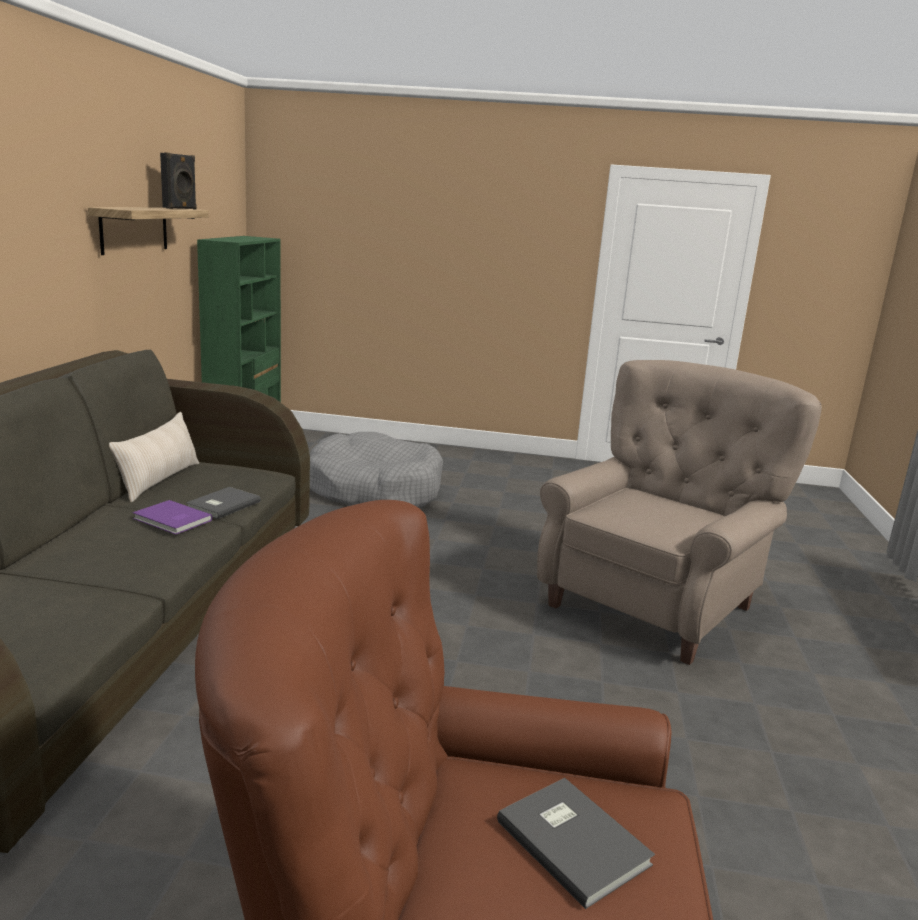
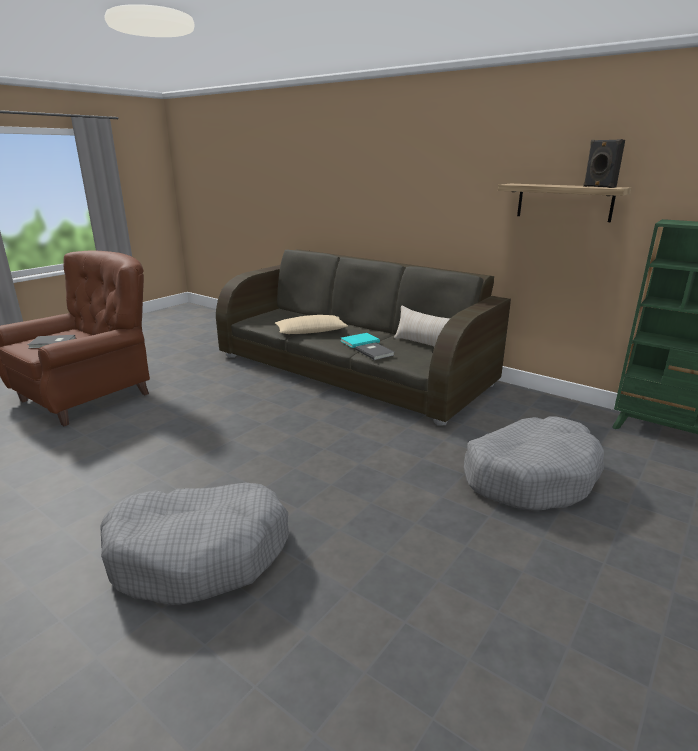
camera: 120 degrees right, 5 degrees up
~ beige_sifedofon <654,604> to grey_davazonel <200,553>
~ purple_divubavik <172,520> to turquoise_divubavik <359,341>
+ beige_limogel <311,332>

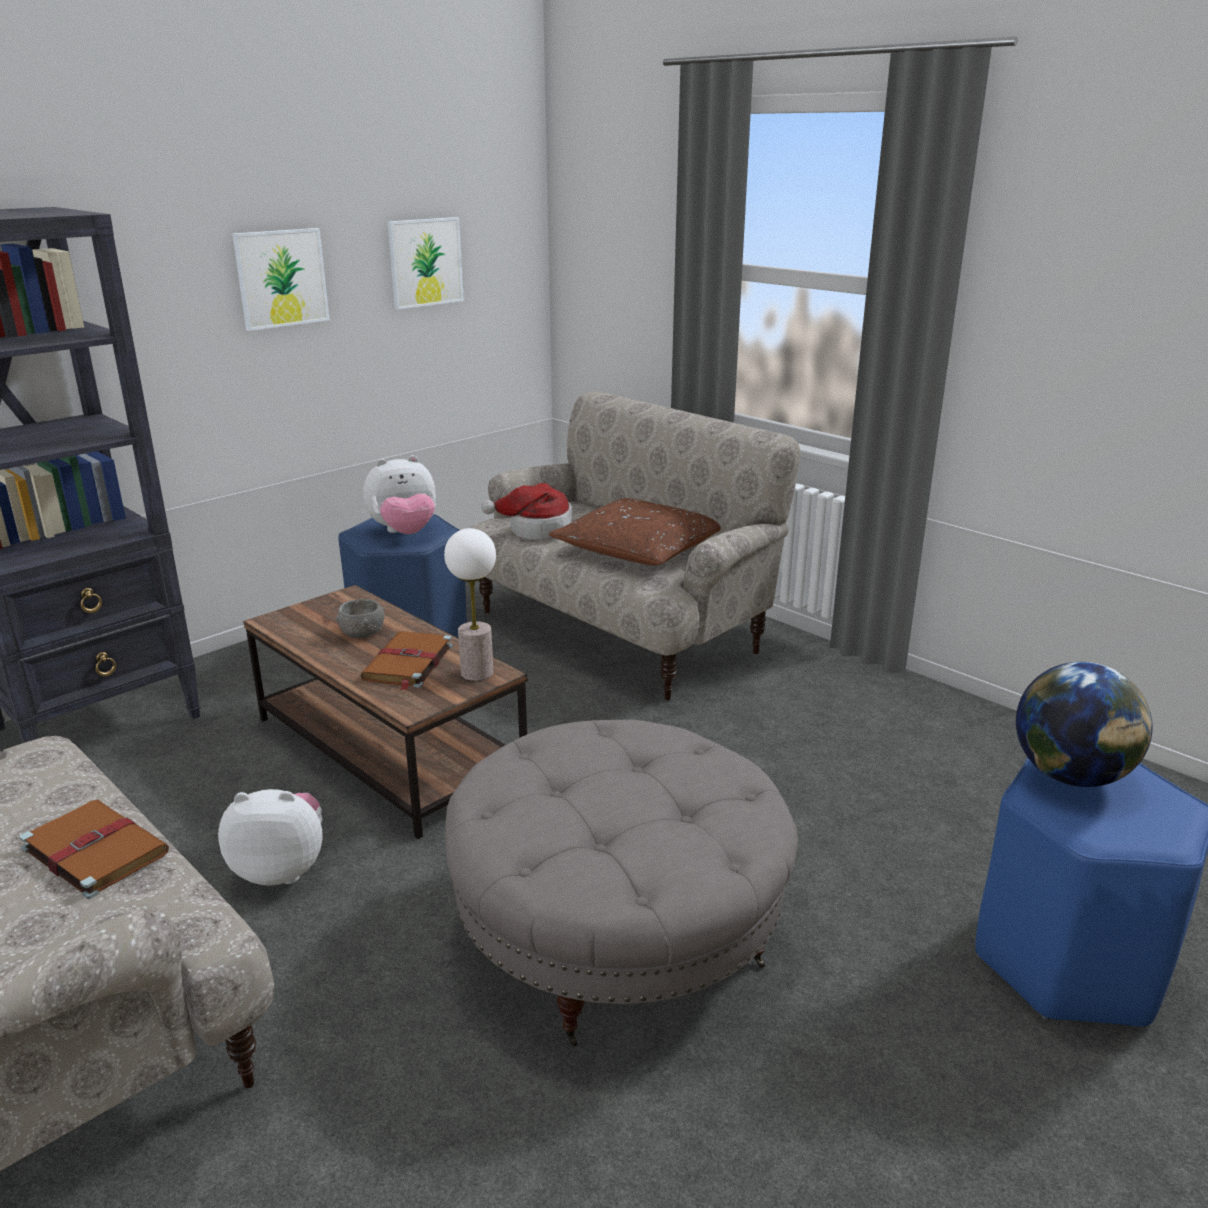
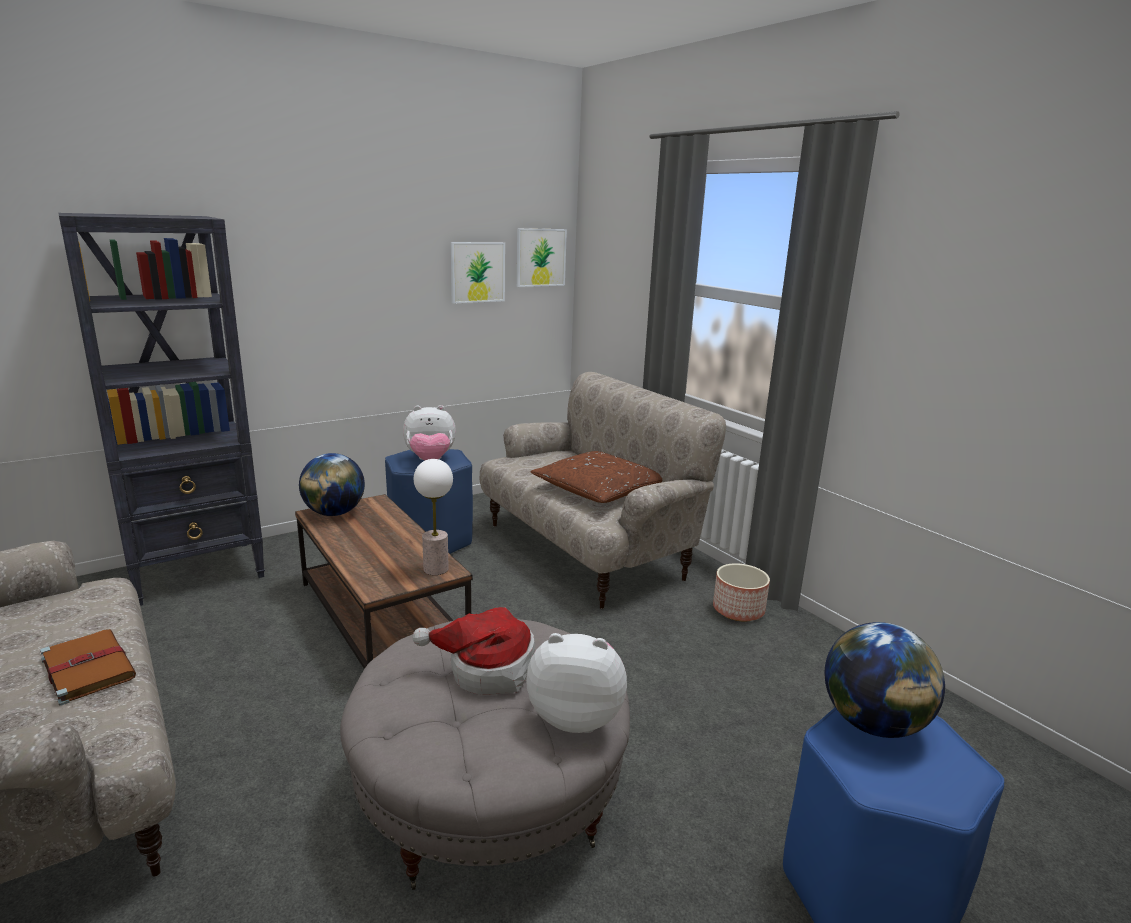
camera: 10 degrees right, 5 degrees down
~ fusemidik <281,278> to <540,257>
~ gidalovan <537,530> to <486,669>
- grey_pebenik <362,633>
- brown_divubavik <408,663>
~ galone <281,869> to <576,716>
+ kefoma <334,513>
+ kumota <739,610>

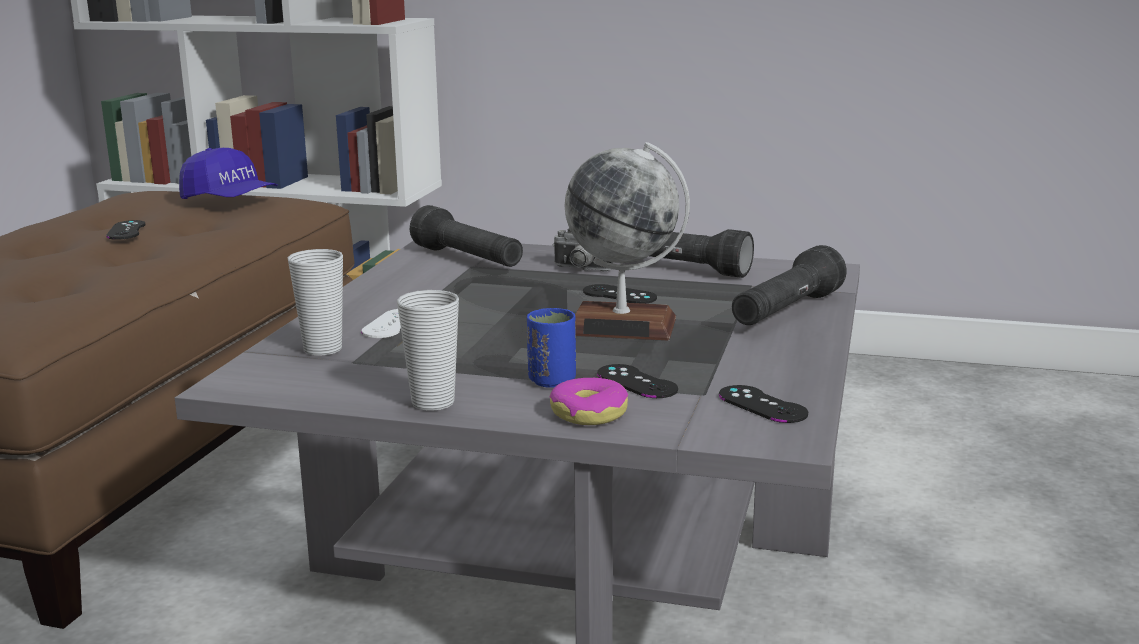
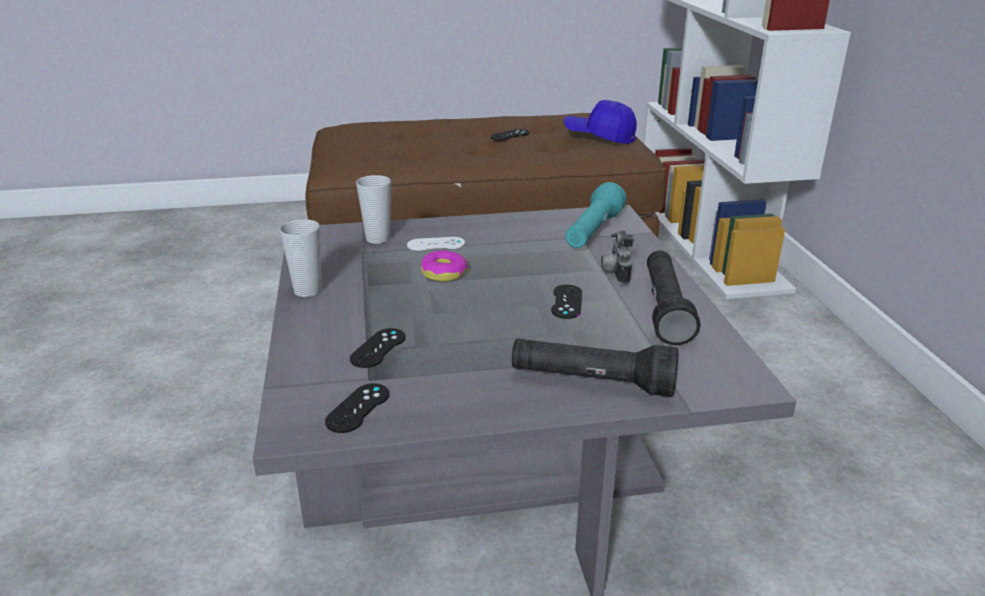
camera: 65 degrees right, 10 degrees up
- kefoma <622,326>
~ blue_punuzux <230,201> = <599,137> 105 degrees clockwise
~ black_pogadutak <468,260> to turquoise_pogadutak <593,232>
- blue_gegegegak <552,381>
~ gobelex <589,413> to <444,273>

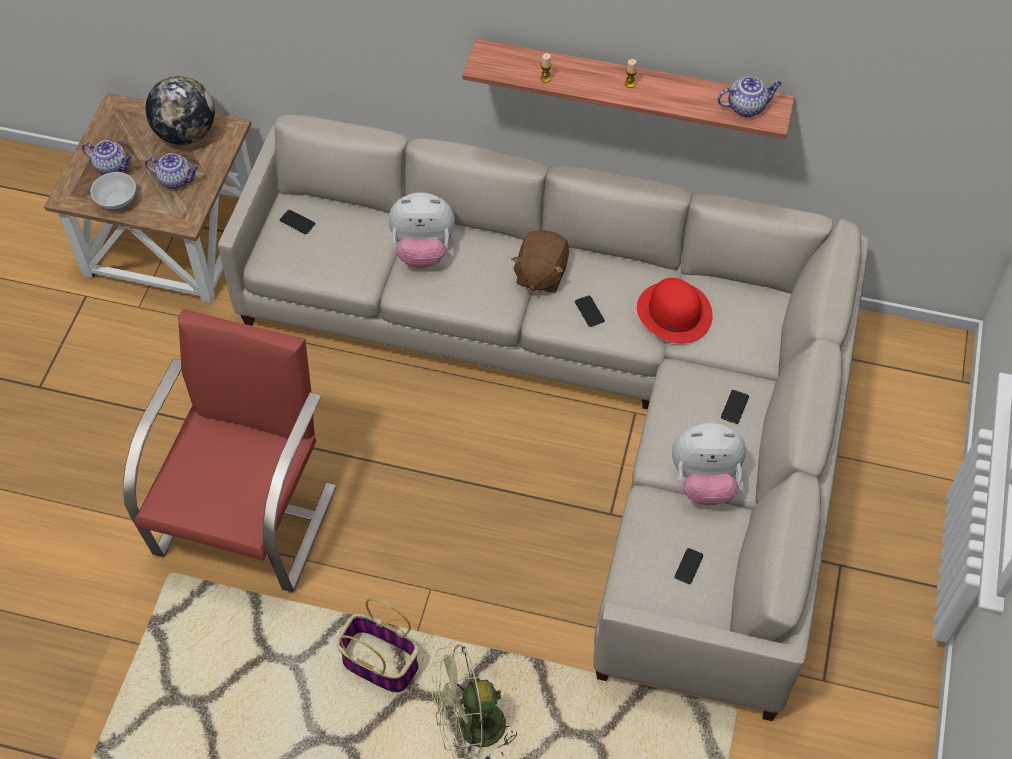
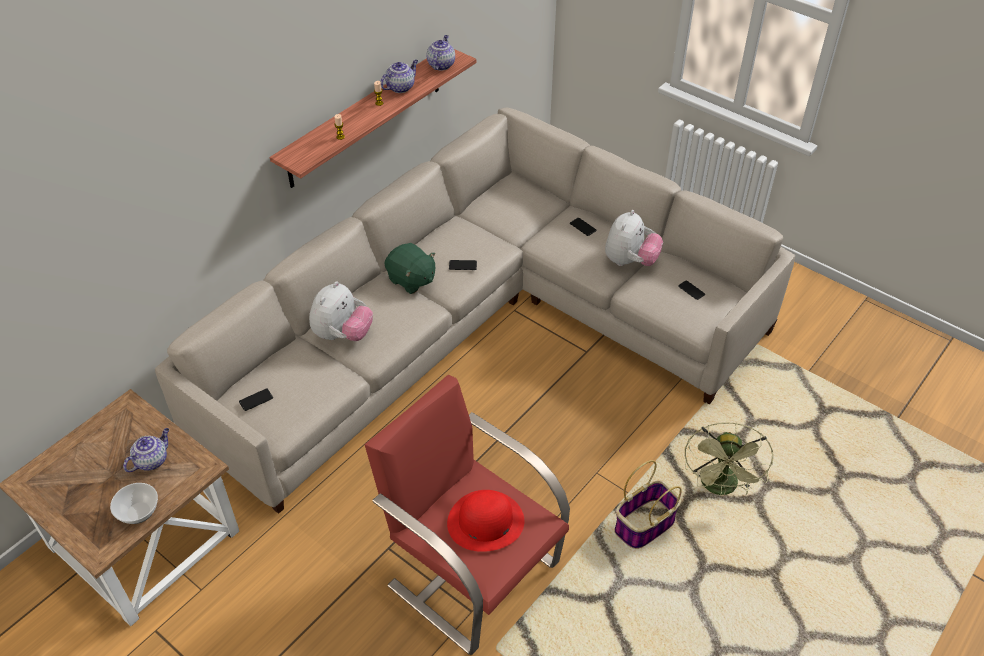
camera: 65 degrees left, 10 degrees down
- kefoma <186,133>
~ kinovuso <112,167> to <400,87>
~ brown_galone <540,274> to green_galone <411,280>
~ red_gidalovan <674,312> to <485,522>

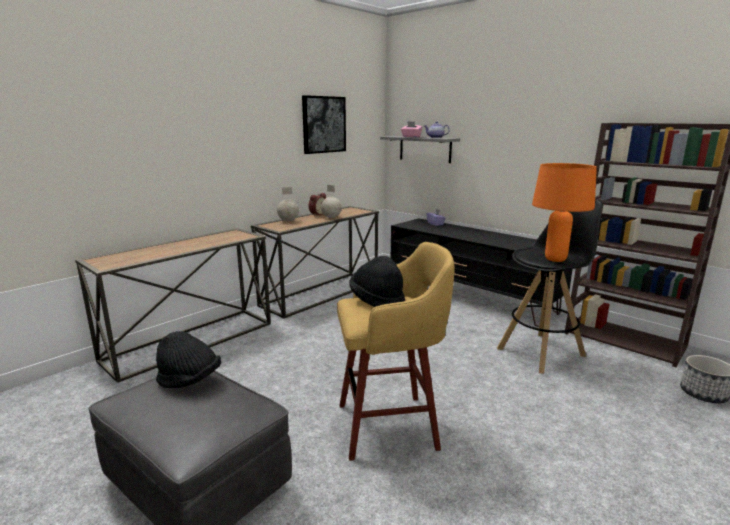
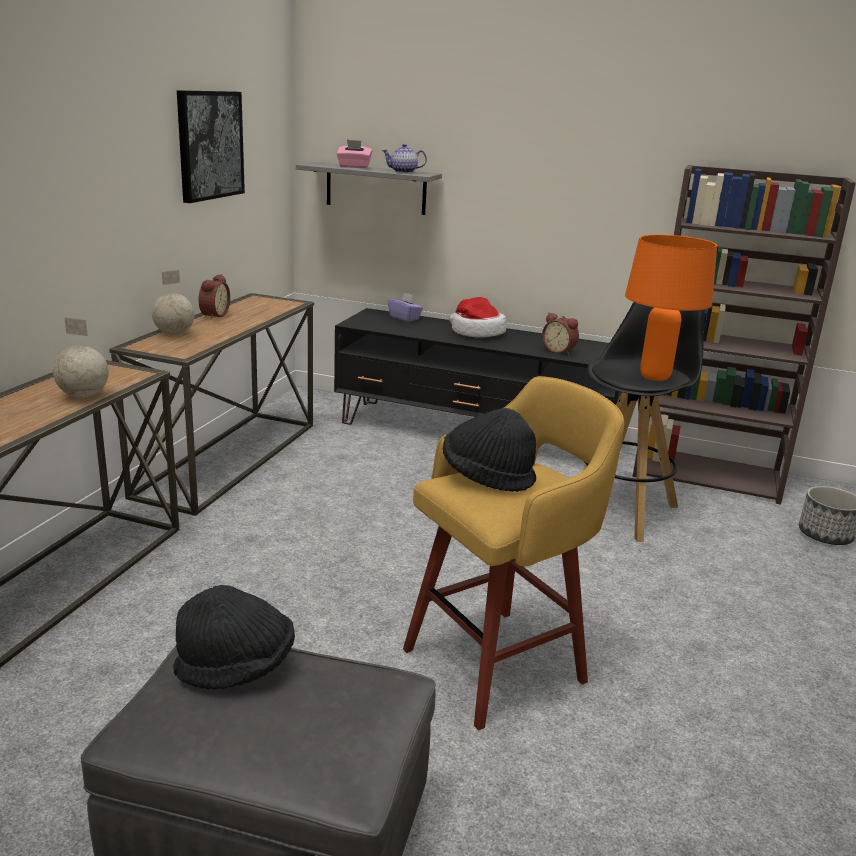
camera: 25 degrees left, 5 degrees up
~ kefoma <331,217> to <84,396>
+ gidalovan <476,332>
+ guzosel <559,351>

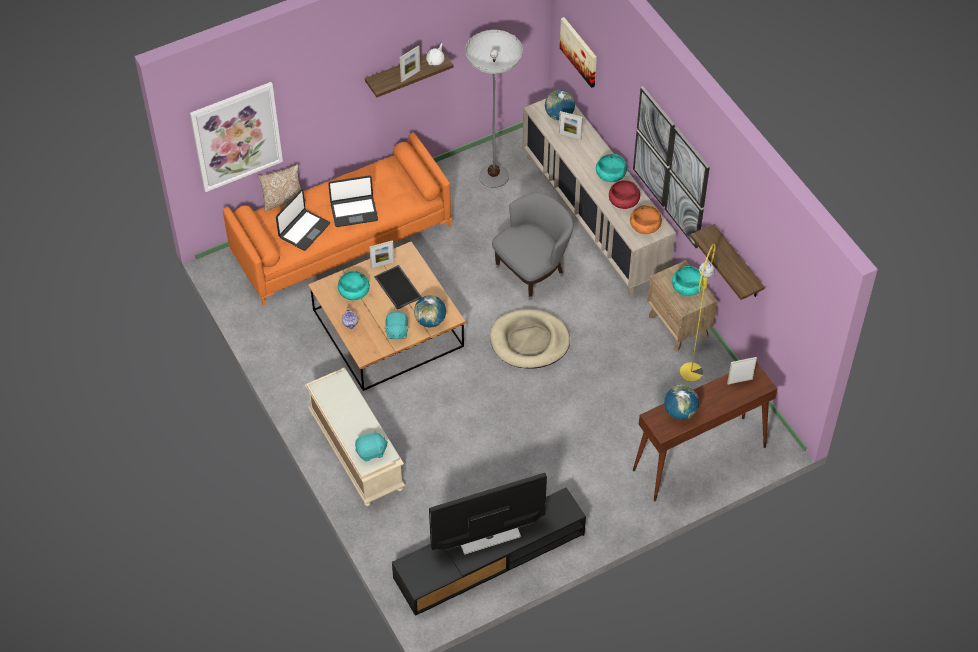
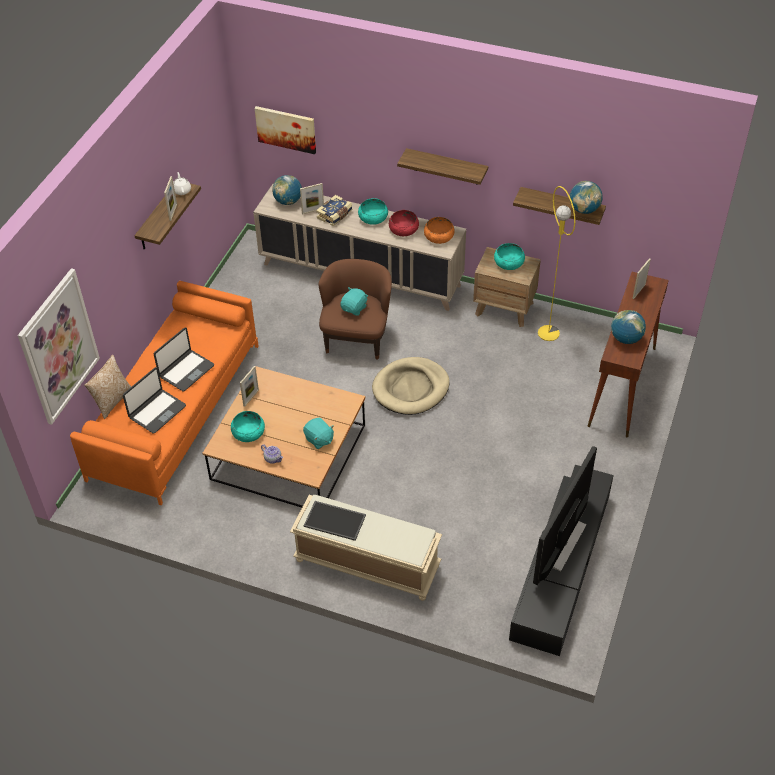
camera: 40 degrees left, 5 degrees down
- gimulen <493,176>
~ fusemidik <671,167> to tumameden <446,167>
~ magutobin <303,230> = <157,411> 45 degrees clockwise
~ grey_sifedofon <532,271> to brown_sifedofon <357,338>
~ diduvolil <398,287> to <335,520>
~ kefoma <430,321> to <584,210>
~ turquoise_galone <371,452> to <354,308>
+ divubavik <335,215>

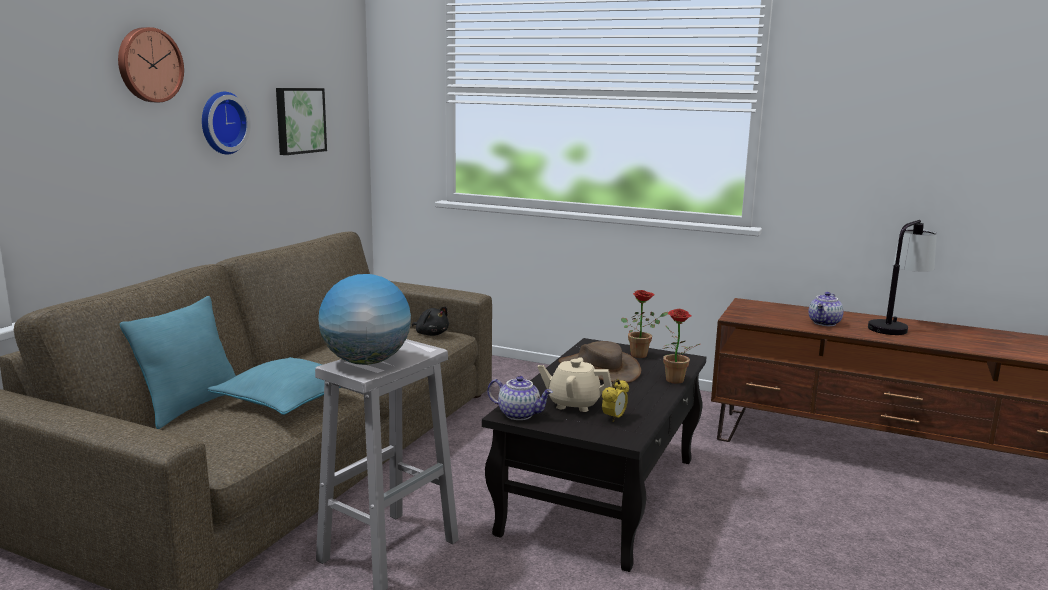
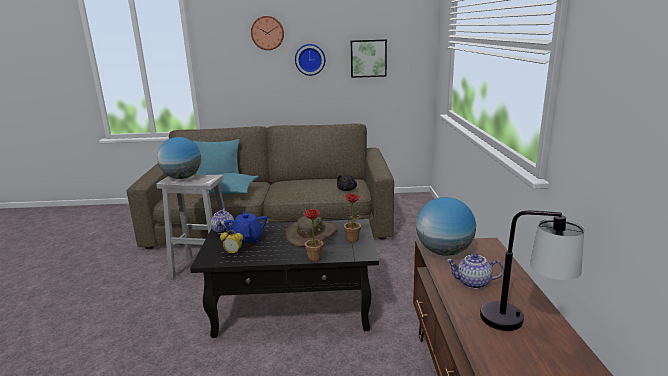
camera: 65 degrees right, 5 degrees up
~ beige_kinovuso <573,404> to blue_kinovuso <248,239>
+ kefoma <444,252>

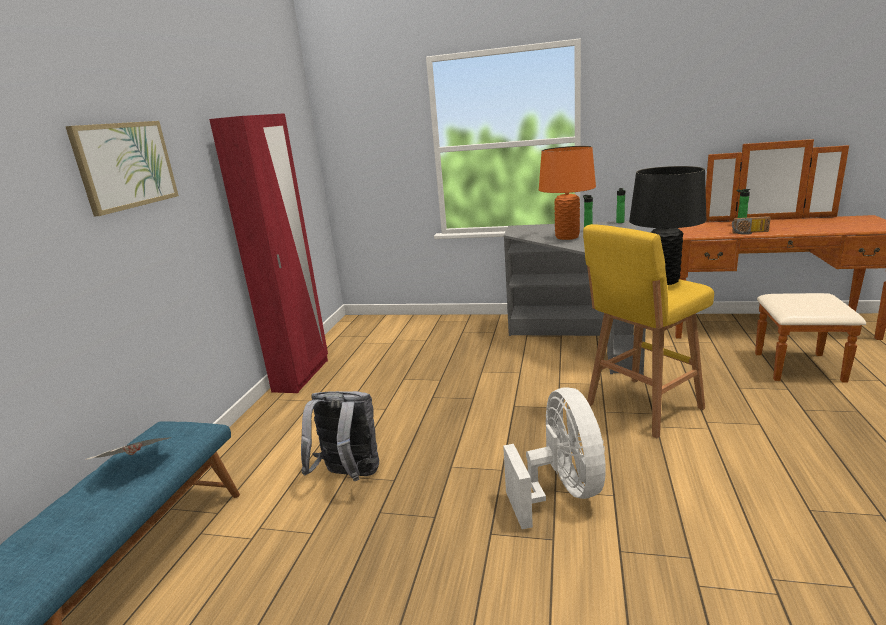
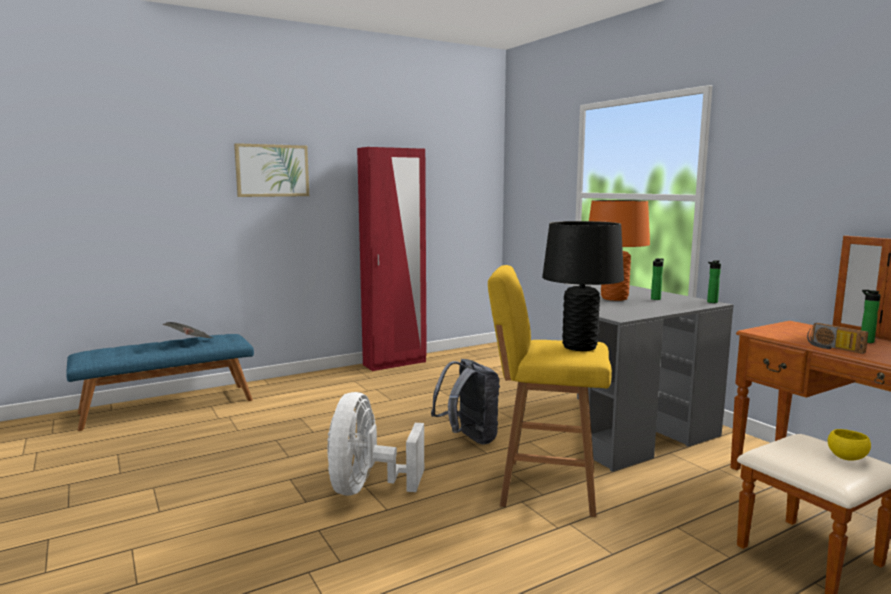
camera: 45 degrees right, 10 degrees down
~ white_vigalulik <561,491> = <367,488> 150 degrees clockwise
~ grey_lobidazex <348,476> to <469,439>
+ yellow_pebenik <847,458>

